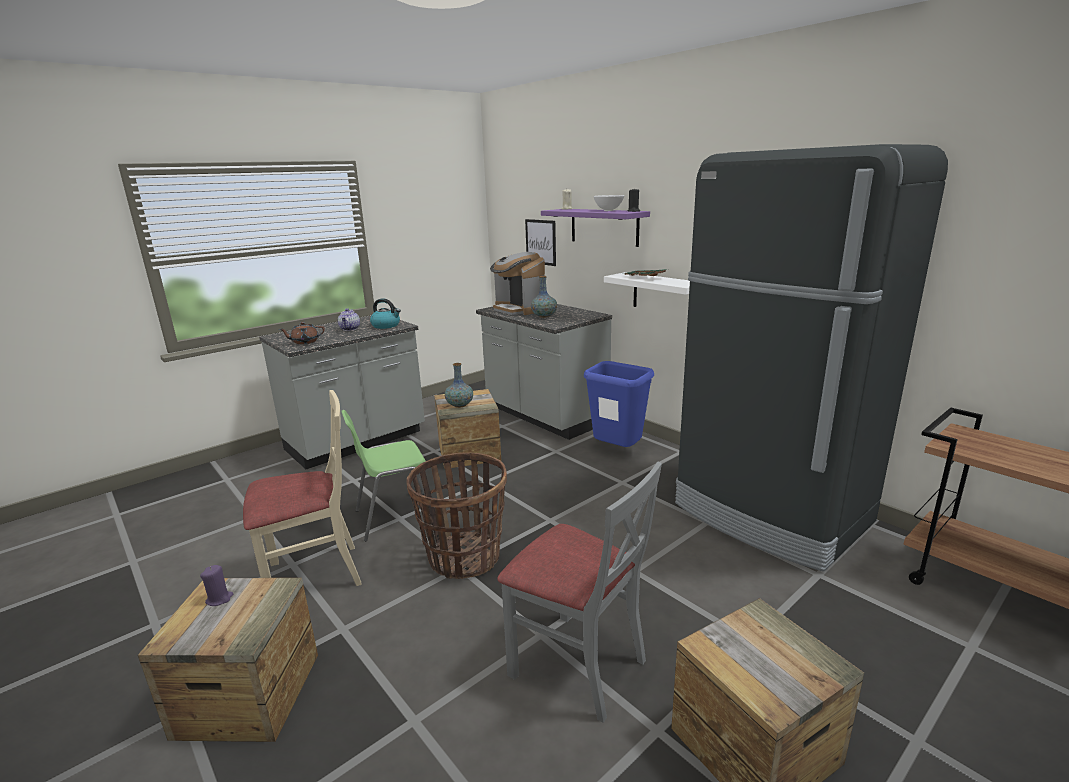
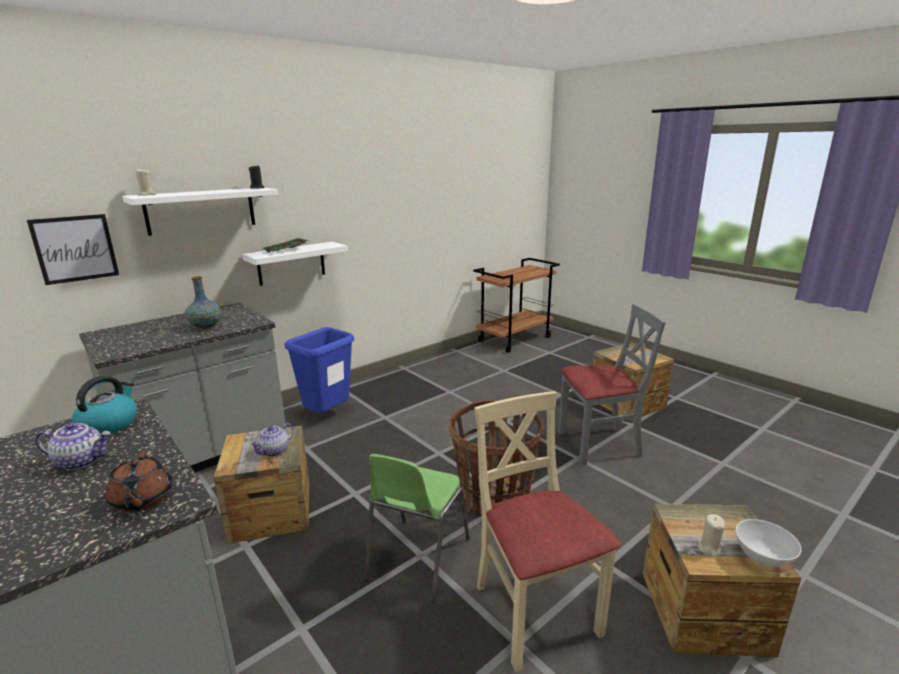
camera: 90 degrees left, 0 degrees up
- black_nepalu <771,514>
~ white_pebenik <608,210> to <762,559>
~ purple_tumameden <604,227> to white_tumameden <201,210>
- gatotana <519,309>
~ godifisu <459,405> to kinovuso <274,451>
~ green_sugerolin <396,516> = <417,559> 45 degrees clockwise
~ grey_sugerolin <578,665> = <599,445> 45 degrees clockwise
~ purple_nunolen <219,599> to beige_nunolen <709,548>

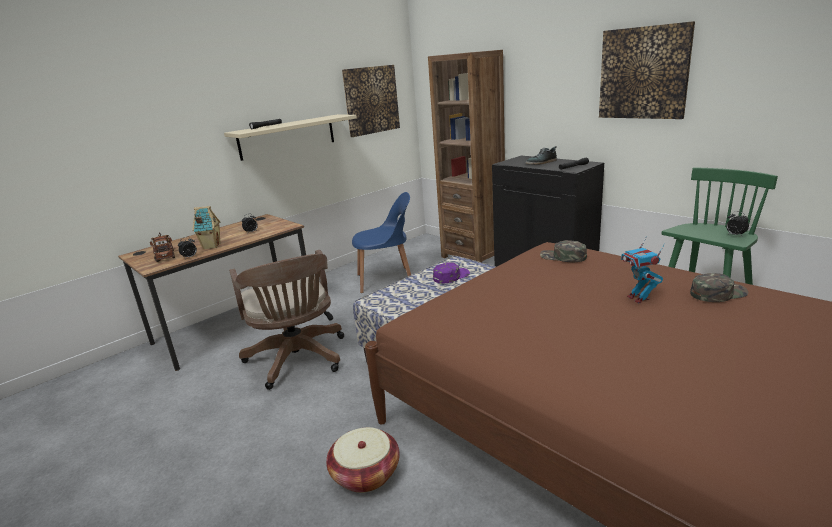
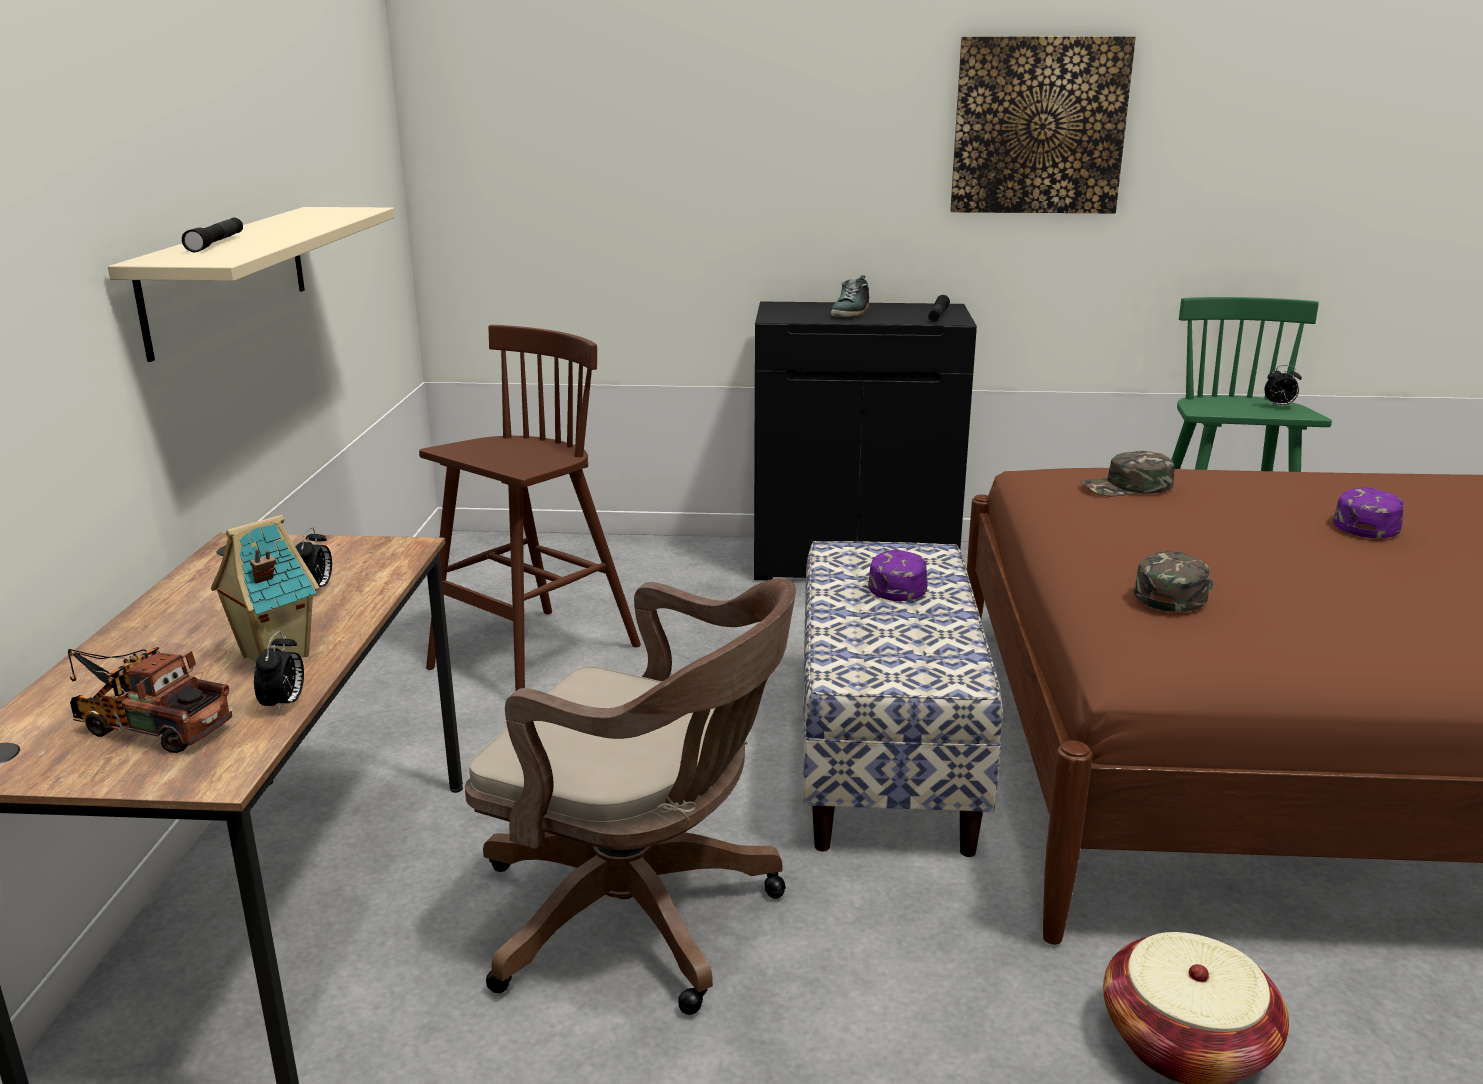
camera: 45 degrees left, 0 degrees up
- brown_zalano <473,256>
- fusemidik <371,100>
~ blue_sugerolin <387,280> to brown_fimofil <532,659>
~ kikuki <638,298> to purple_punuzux <1366,522>
~ green_punuzux <717,293> to <1172,591>

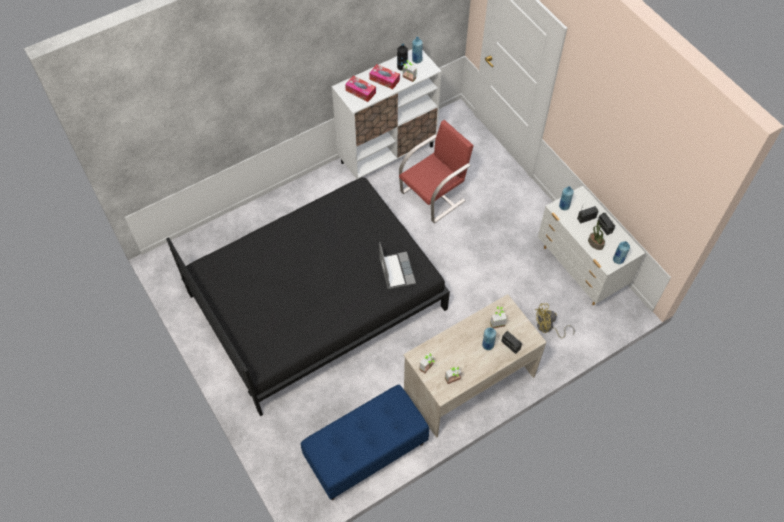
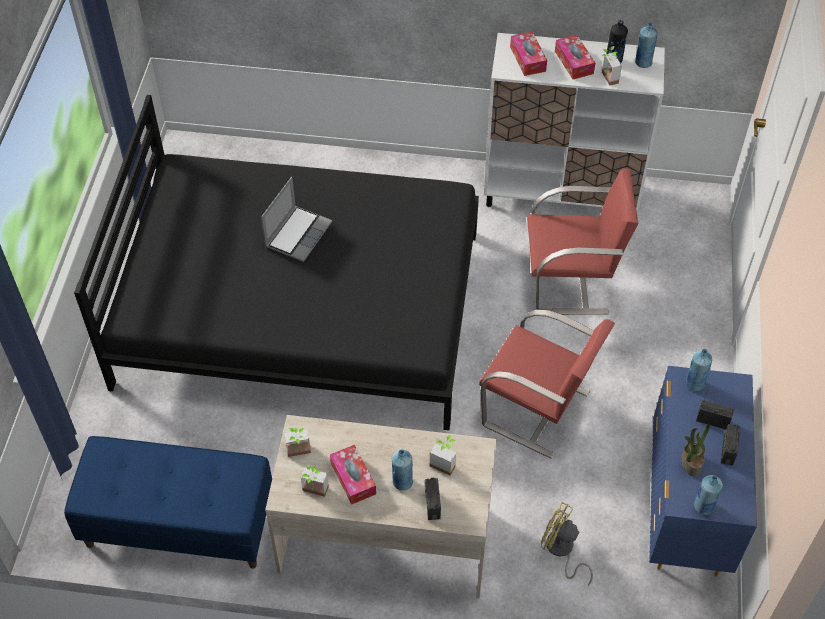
camera: 40 degrees right, 5 degrees down
~ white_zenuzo <580,269> to blue_zenuzo <686,509>
~ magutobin <396,271> to <298,234>
+ red_sugerolin <538,410>
+ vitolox <353,478>

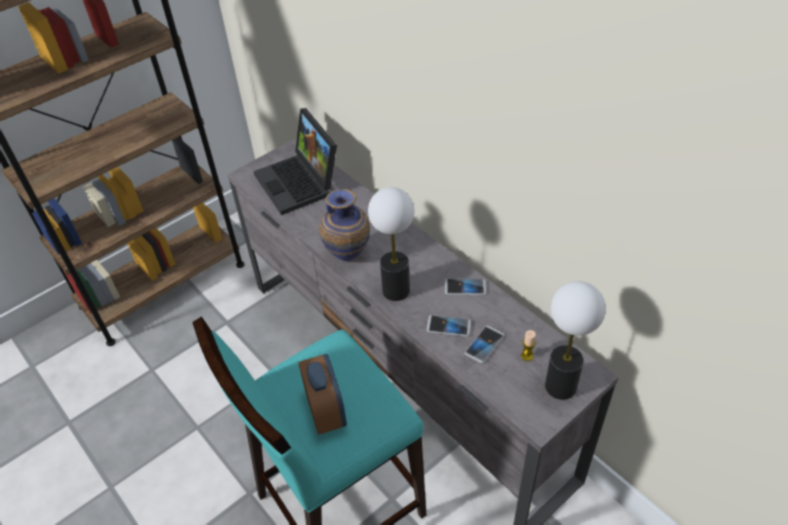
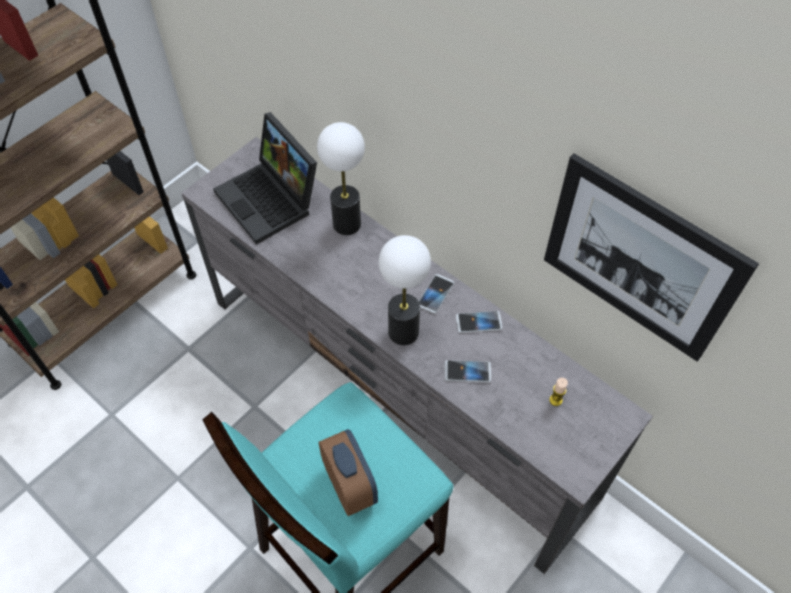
camera: 10 degrees left, 10 degrees up
- godifisu <348,256>
~ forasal <561,386> to <347,224>
~ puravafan <484,345> to <435,294>
+ fusemidik <639,259>

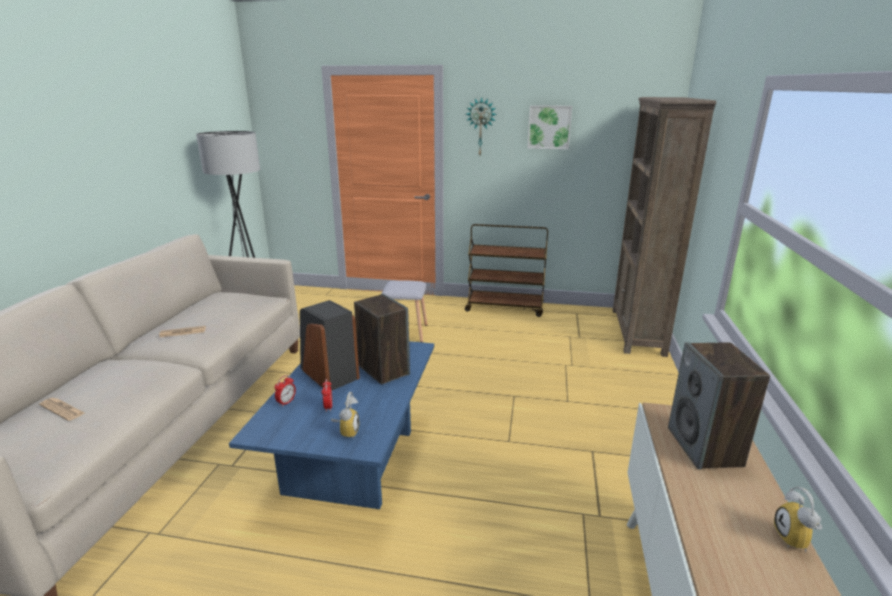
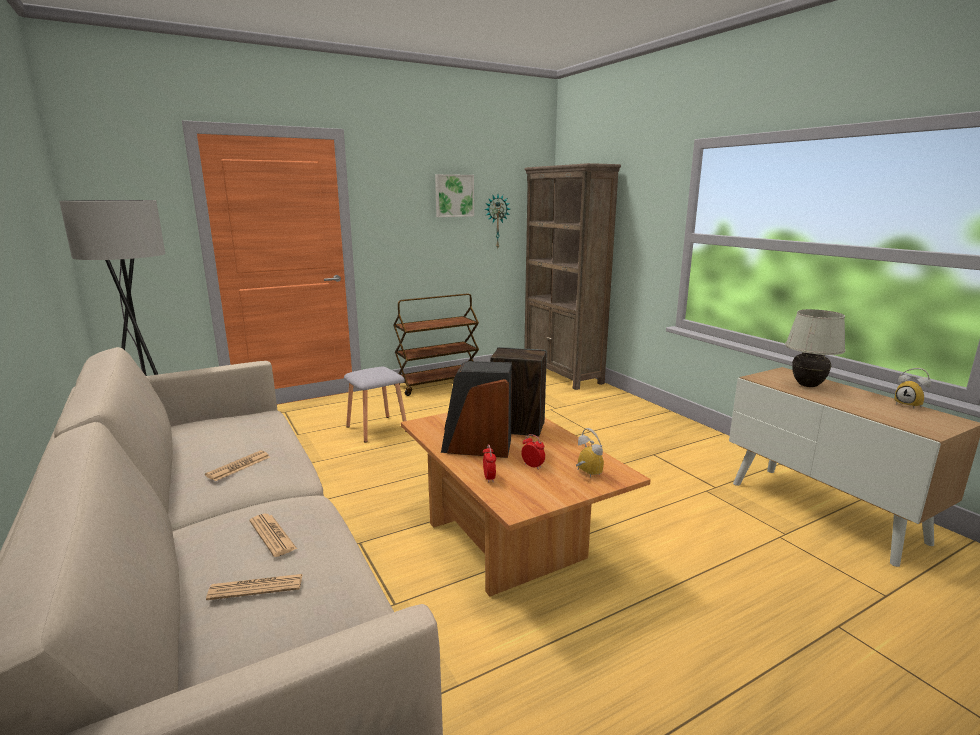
camera: 40 degrees left, 5 degrees down
~ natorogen <481,127> to <496,221>
~ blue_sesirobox <354,462> to brown_sesirobox <510,539>
~ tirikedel <705,447> to white_forasal <807,385>
+ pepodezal <272,535>

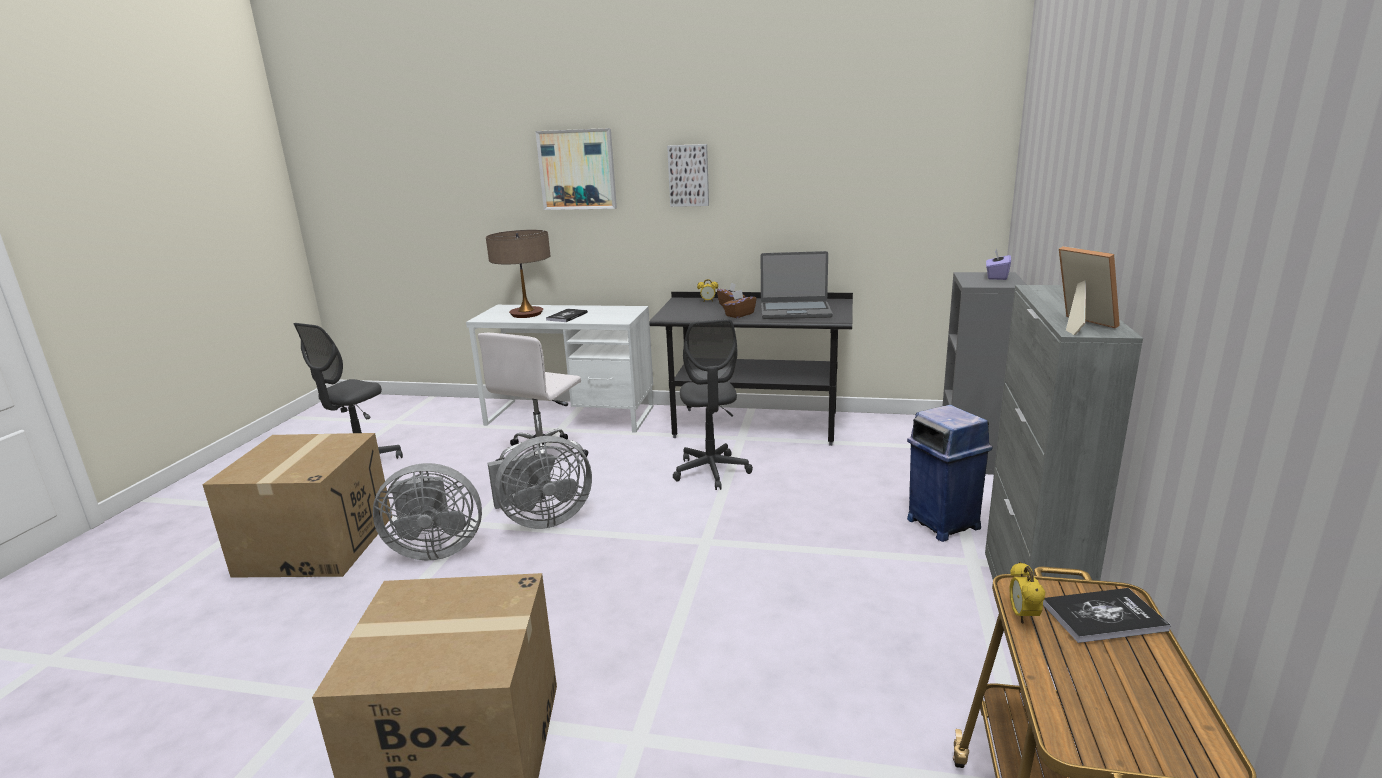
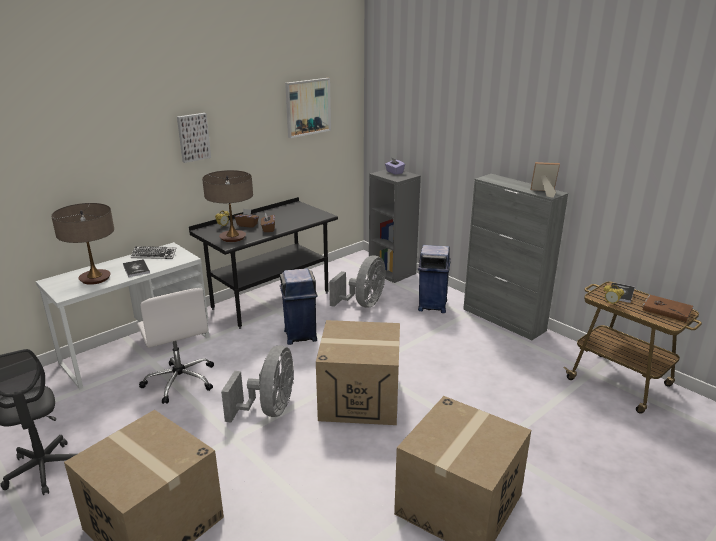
camera: 55 degrees left, 5 degrees up
~ fusemidik <577,169> to <307,107>
- magutobin <795,311>
~ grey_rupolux <711,471> to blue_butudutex <300,335>
~ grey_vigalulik <434,550> to <363,304>
+ forasal <232,238>
+ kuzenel <154,255>
+ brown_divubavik <666,309>
+ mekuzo <360,398>

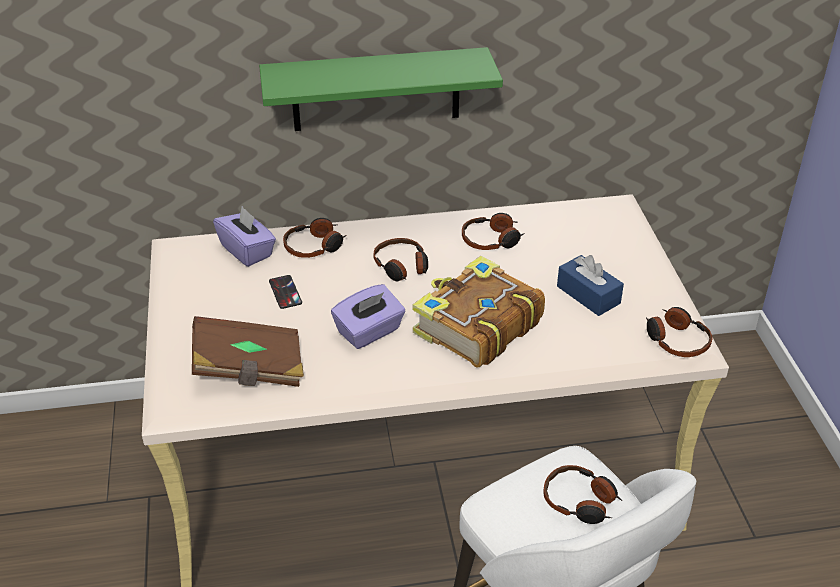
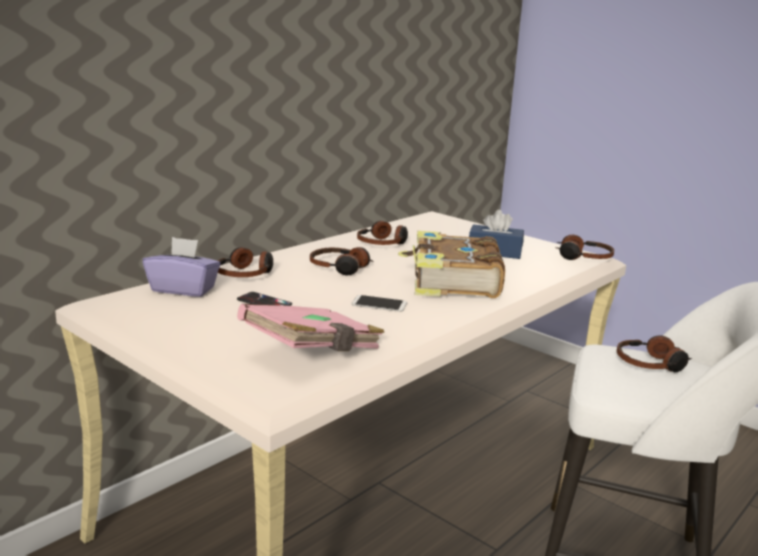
camera: 40 degrees left, 20 degrees down
- green_tumameden <376,89>
~ purple_vitolox <369,332> to puravafan <379,304>
~ brown_divubavik <249,370> to pink_divubavik <313,352>

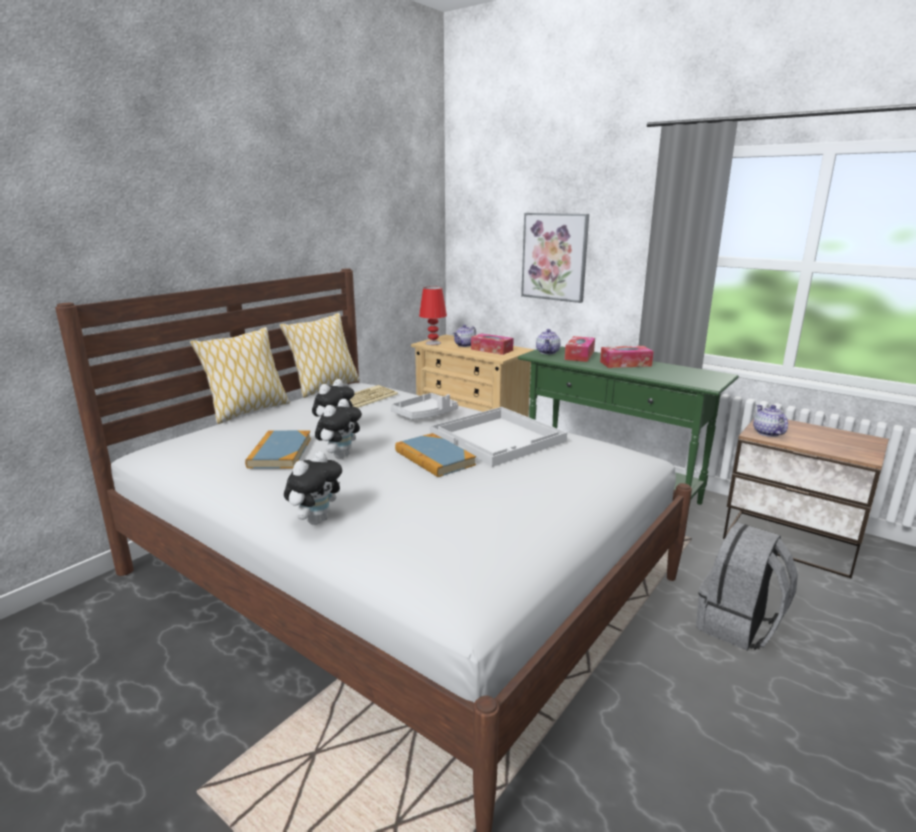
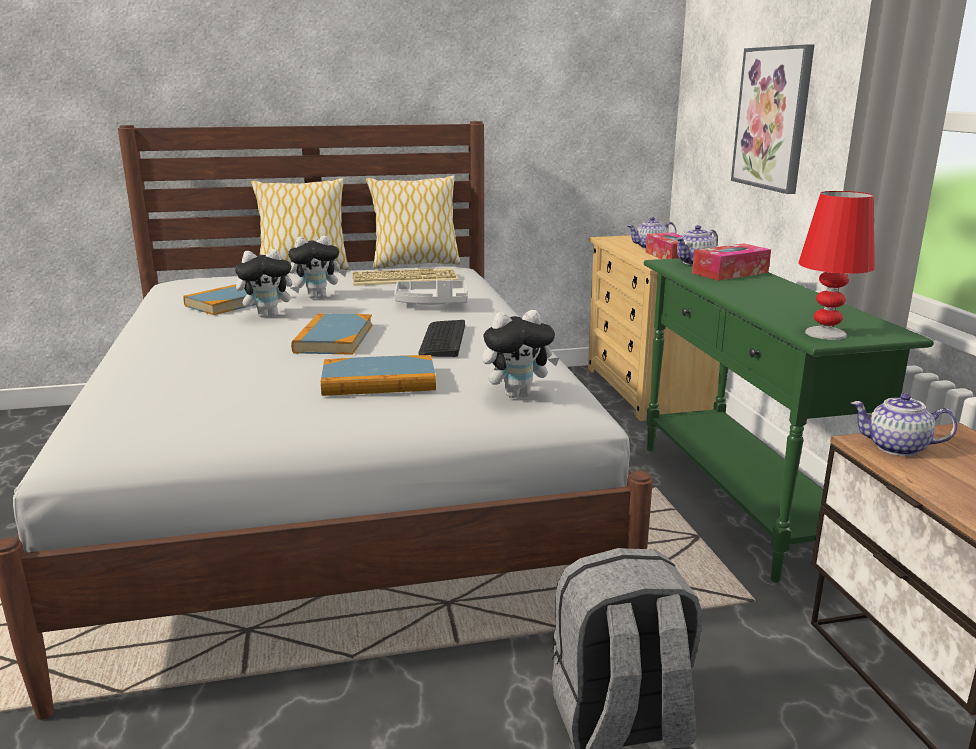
camera: 40 degrees right, 0 degrees up
~ red_forasal <433,343> to <826,334>
- vitolox <625,364>
~ kinovuso <767,433> = <896,448> 105 degrees counterclockwise
~ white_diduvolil <498,438> to kuzenel <442,339>
~ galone <316,520> to <518,394>
+ divubavik <379,381>

